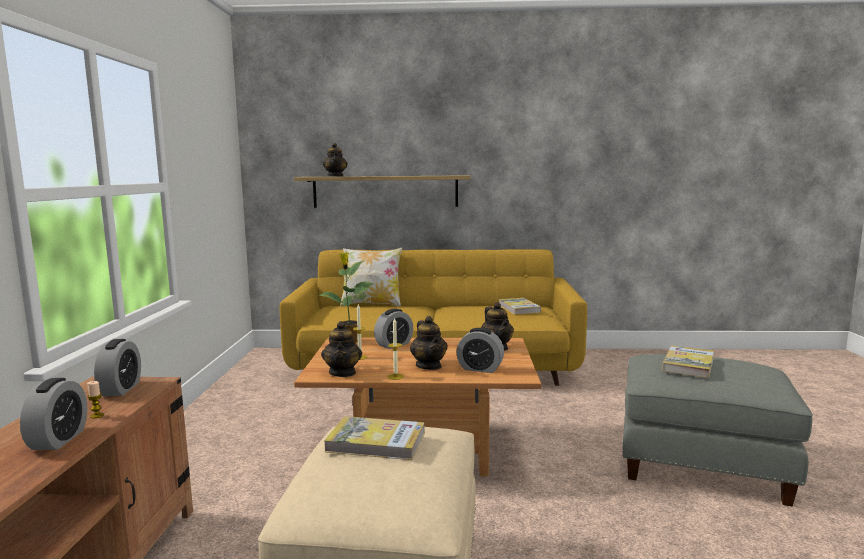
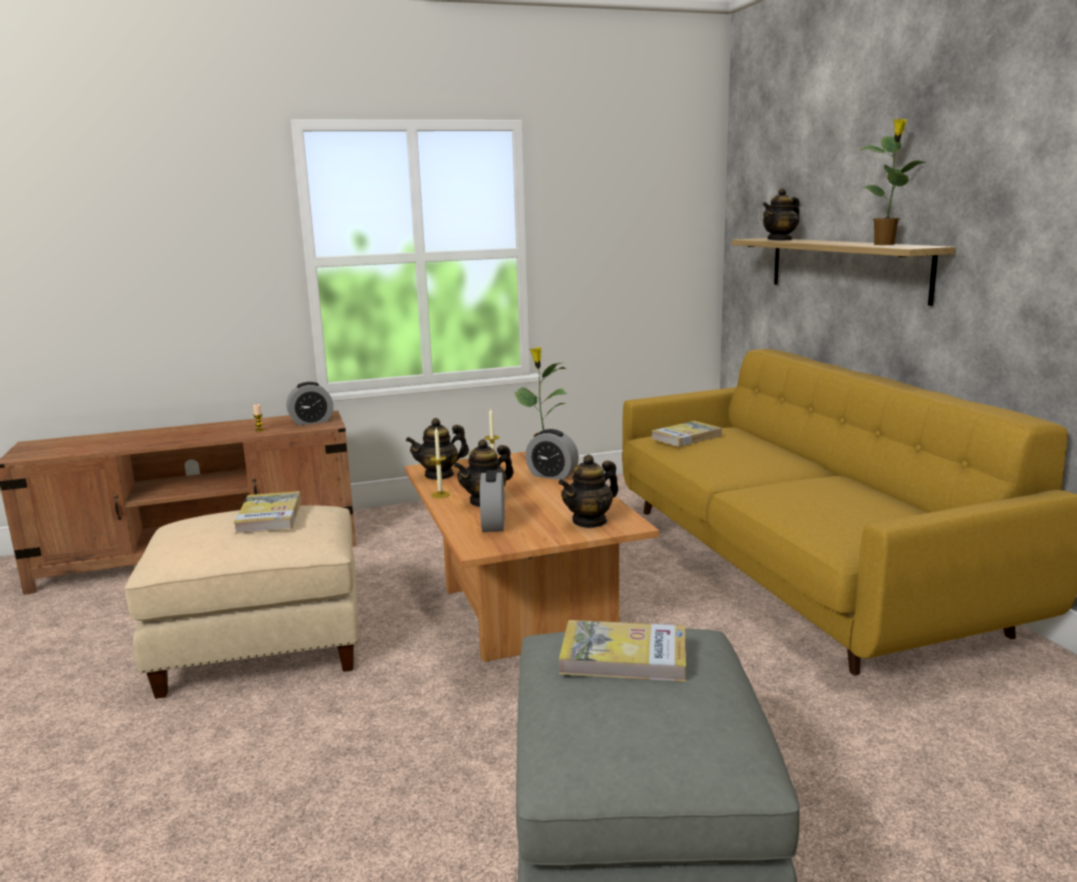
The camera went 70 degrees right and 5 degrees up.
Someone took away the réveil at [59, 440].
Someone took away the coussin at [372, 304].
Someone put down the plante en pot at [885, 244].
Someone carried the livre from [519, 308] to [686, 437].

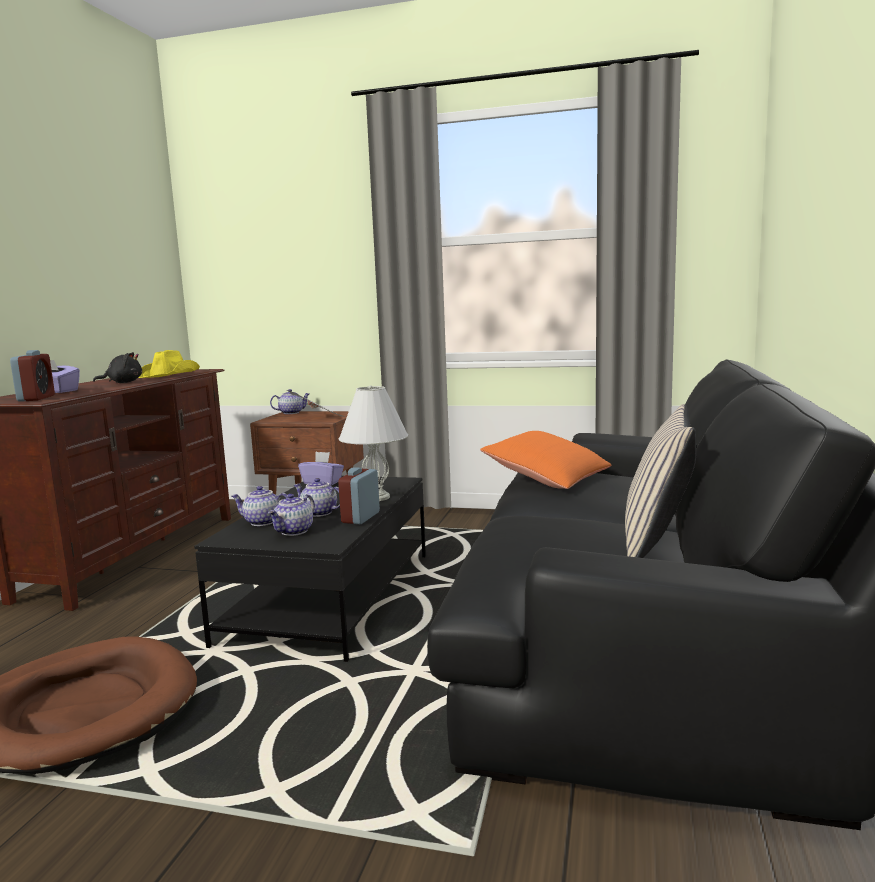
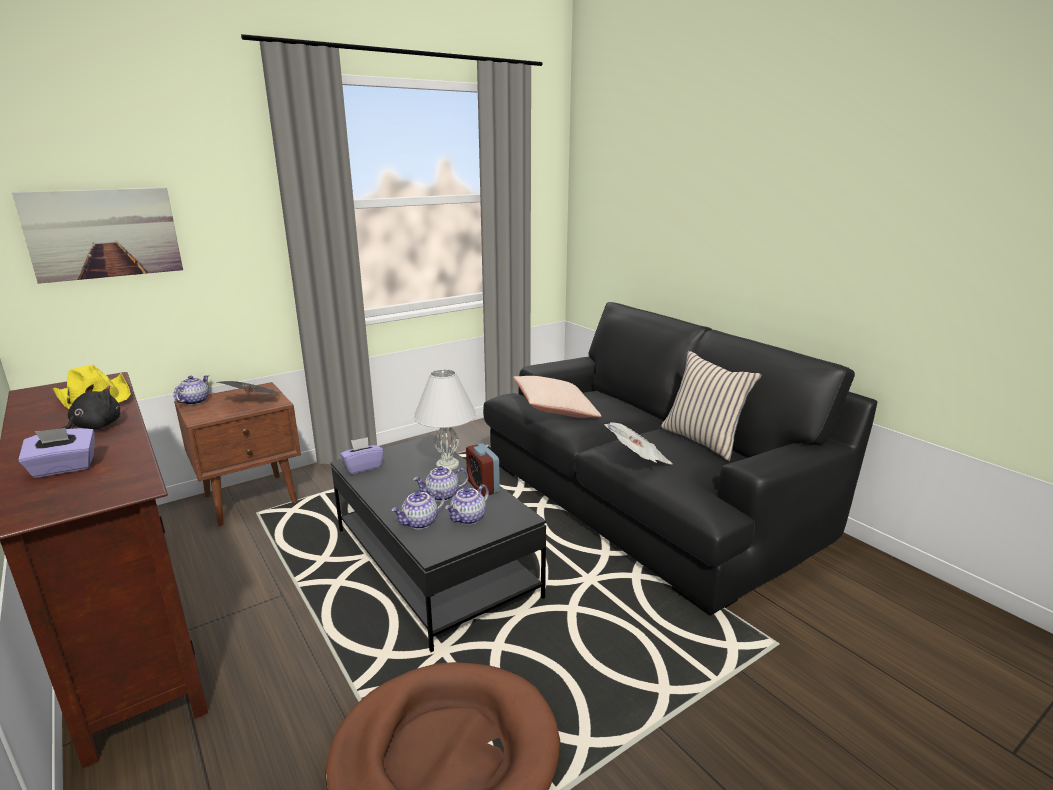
The camera went 50 degrees left and 10 degrees up.
Someone took away the réveil at [36, 398].
Someone put up the tableau at [103, 233].
Someone put down the journal at [637, 460].
Someone repainted the coussin [orange] at [547, 477], which became the coussin [beige] at [555, 410].
Someone rotated the théière at [294, 531] by 60 degrees clockwise.

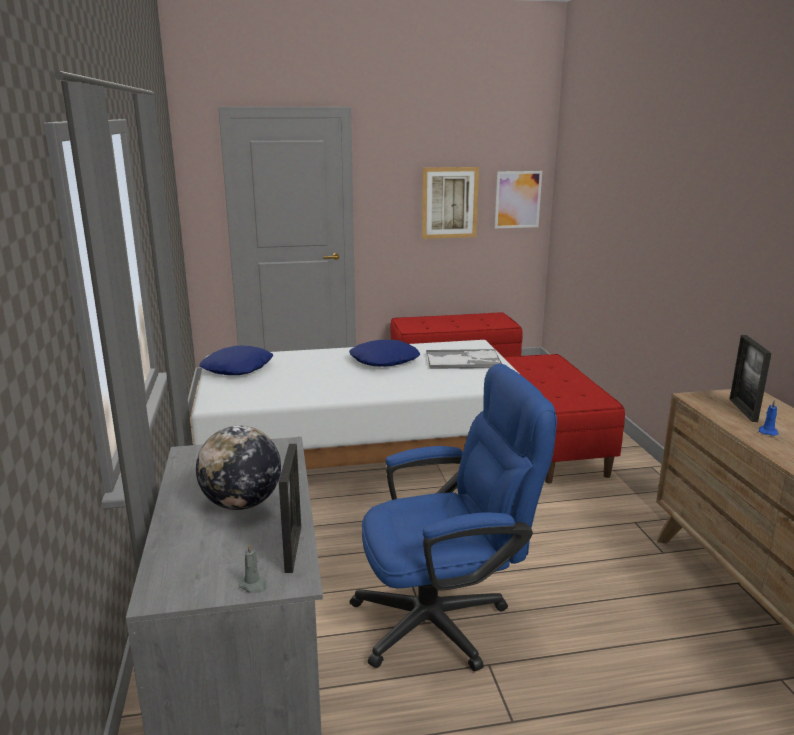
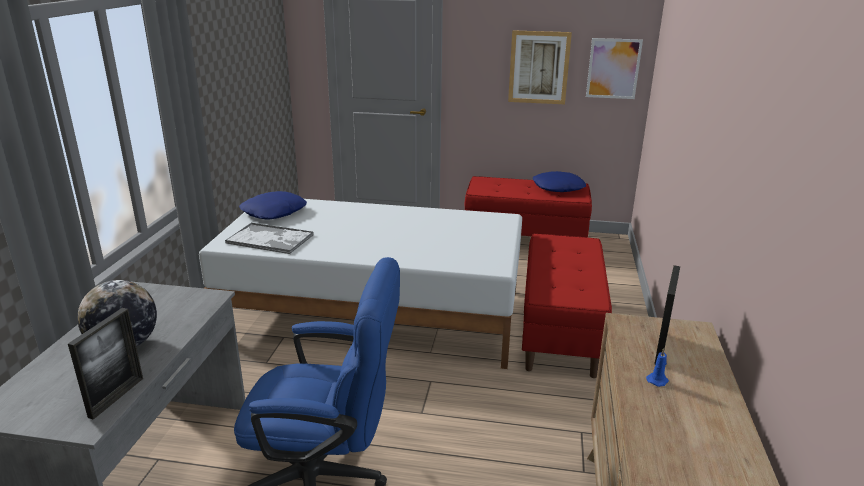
The camera went 20 degrees right and 5 degrees up.
Someone took away the bougie [gris] at [253, 585].
Someone carried the coussin [bleu] from [384, 360] to [558, 187].
Someone carried the plateau from [464, 360] to [270, 239].

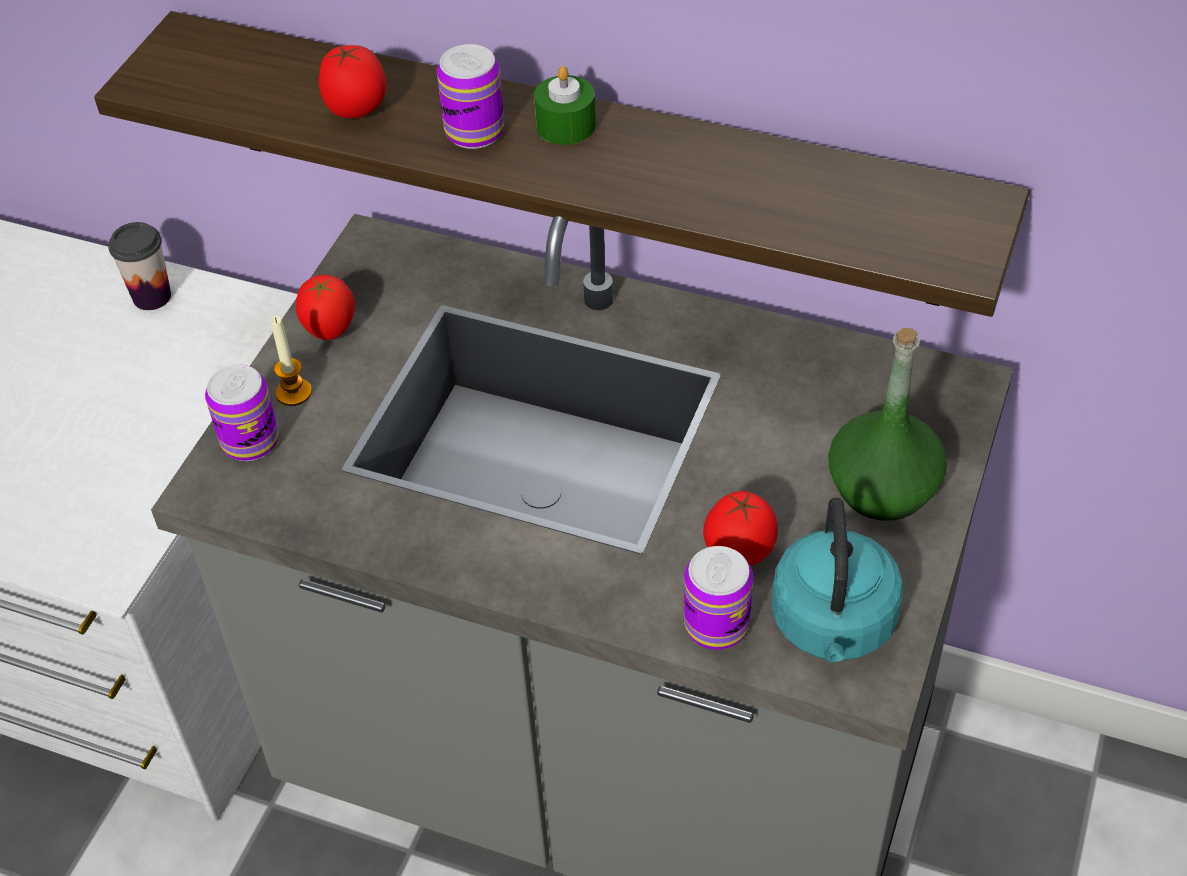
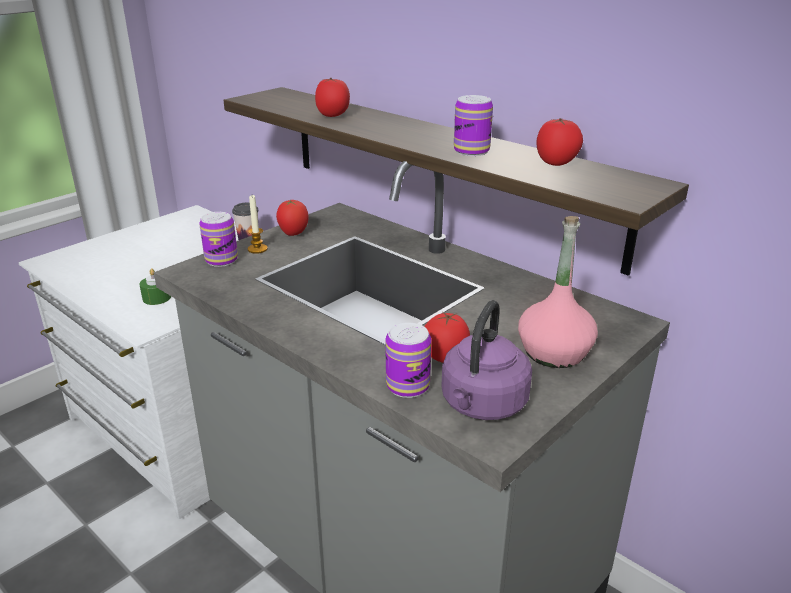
The camera went 20 degrees right and 20 degrees down.
Someone put down the tomate at [556, 163].
Someone carried the boîte métallique from [474, 132] to [471, 151].
Someone carried the bougie [vert] from [566, 125] to [156, 298].
Someone repainted the bouilloire [turquoise] at [833, 626], which became the bouilloire [violet] at [482, 405].
Someone repainted the bouteille [vert] at [882, 488], which became the bouteille [rose] at [553, 352].

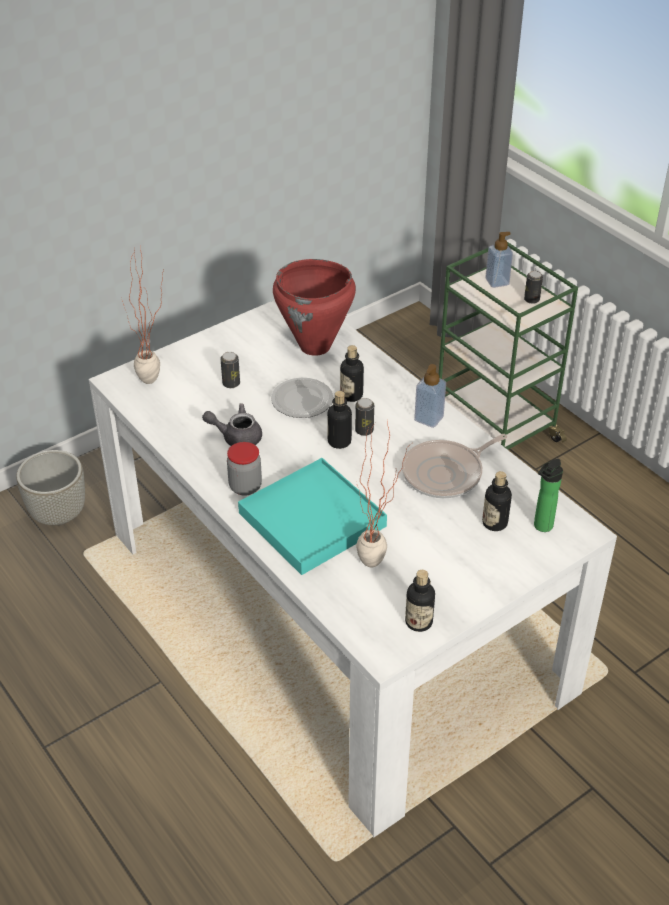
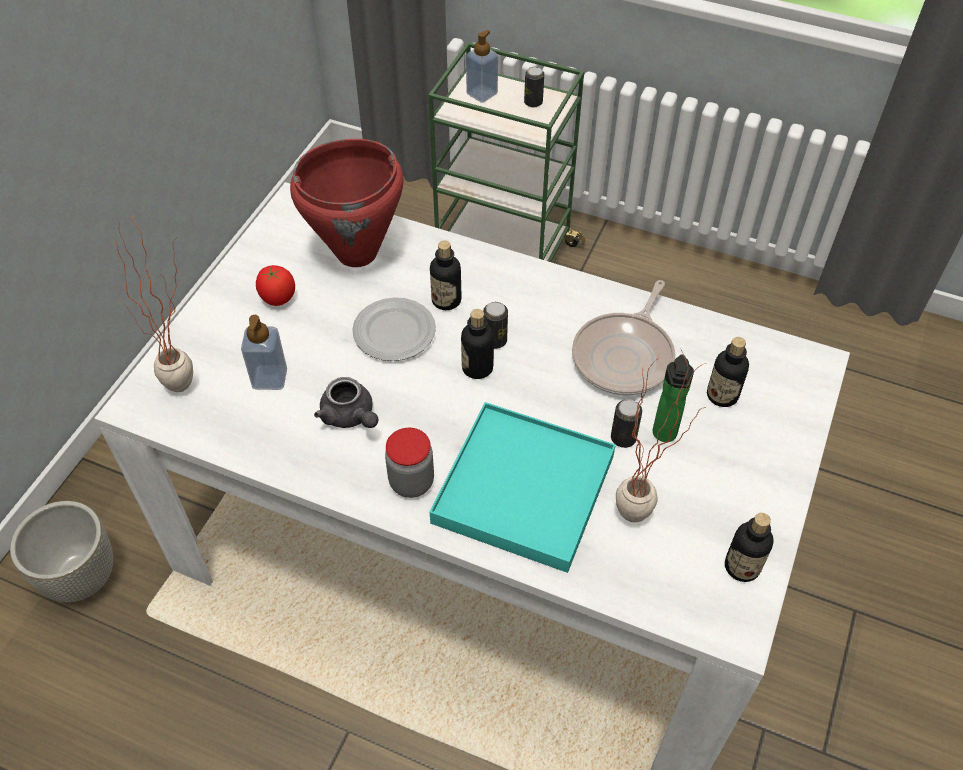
The camera went 30 degrees left and 10 degrees up.
Someone put down the tomate at [277, 298].
Someone carried the boîte métallique from [231, 383] to [623, 438].
Someone carried the distributeur de savon from [428, 418] to [269, 378].
Someone carried the bouteille from [541, 527] to [664, 436].
Someone rotated the théière [gris] at [236, 437] by 105 degrees counterclockwise.

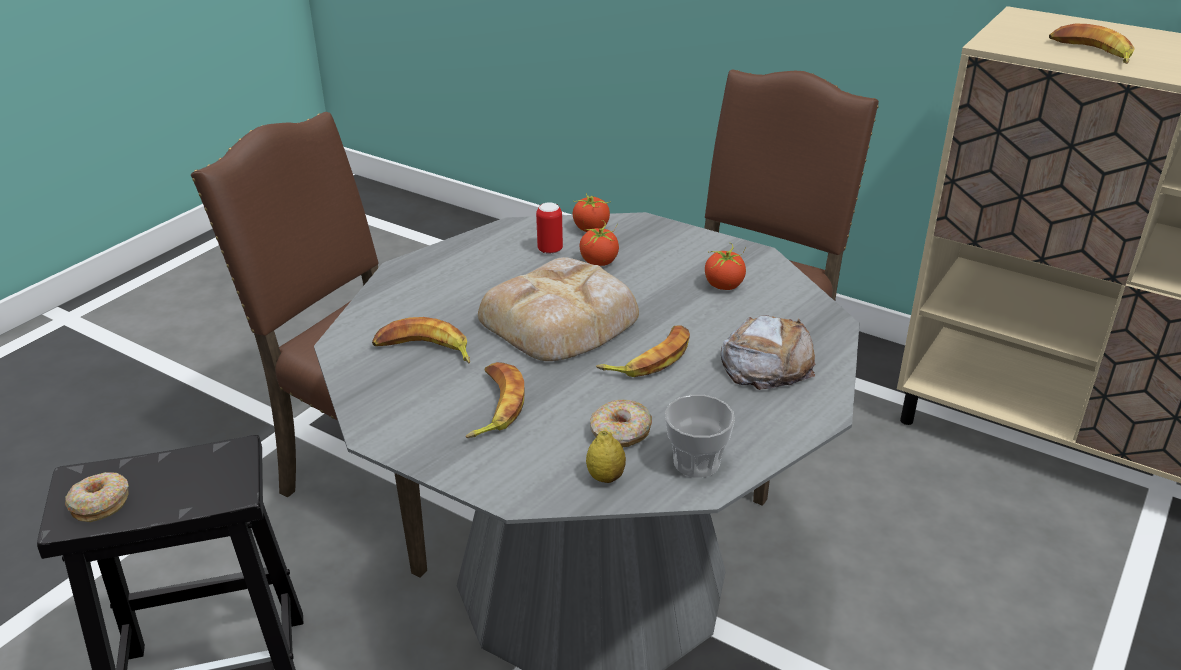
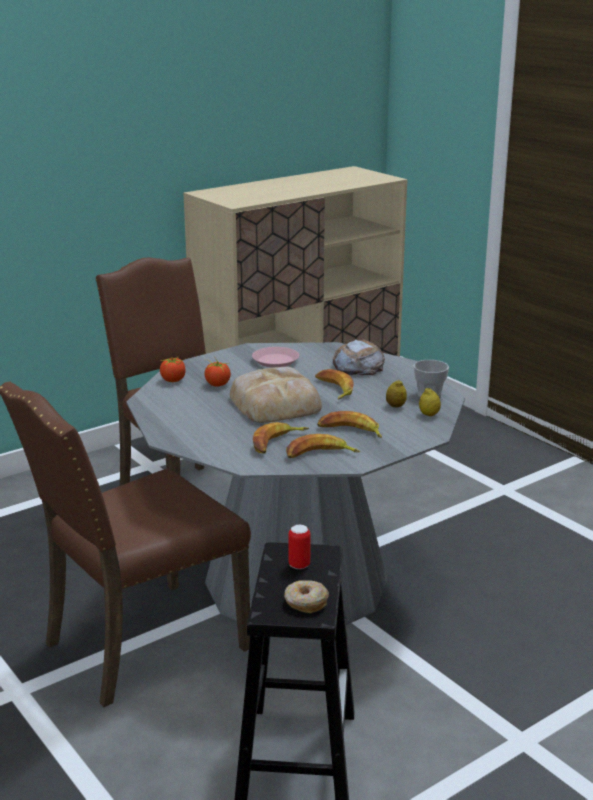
The camera went 70 degrees left and 10 degrees down.
Someone carried the boîte métallique from [550, 250] to [299, 565].
Someone carried the banane from [1091, 52] to [320, 454].
Someone swapped the beignet at [620, 433] for the citron at [395, 406].
Someone swapped the tomate at [724, 285] for the assiette [rose] at [275, 361].

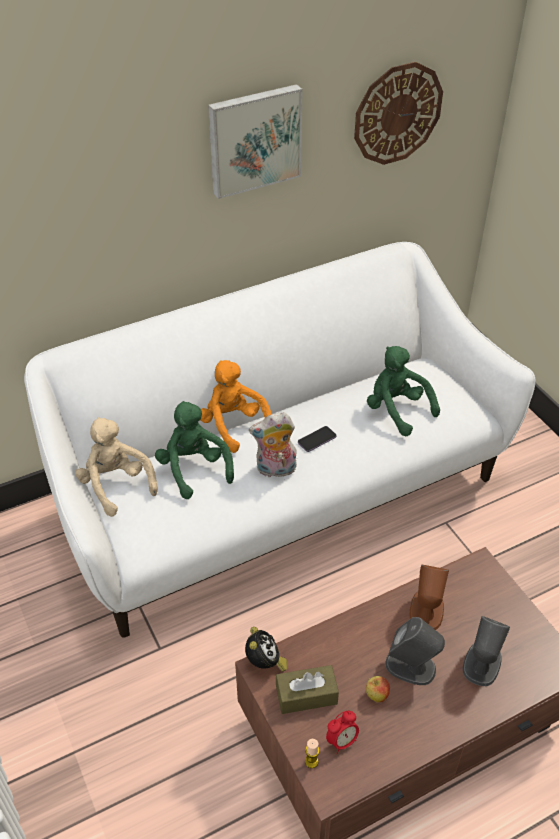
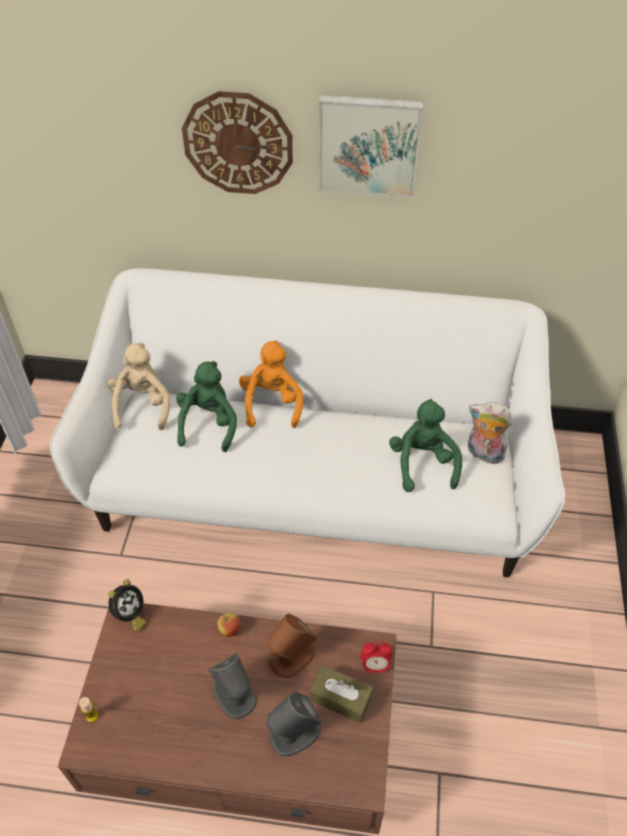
The camera went 35 degrees right and 5 degrees up.
Someone took away the téléphone at [317, 440].
Someone carried the peluche from [275, 470] to [483, 454].
Someone carried the boîte à mouchoirs [marron] from [306, 695] to [341, 698].
Someone carried the réveil from [342, 741] to [375, 666].
Someone carried the horloge murale from [397, 114] to [238, 143].
Someone carried the pomme from [376, 695] to [229, 630].

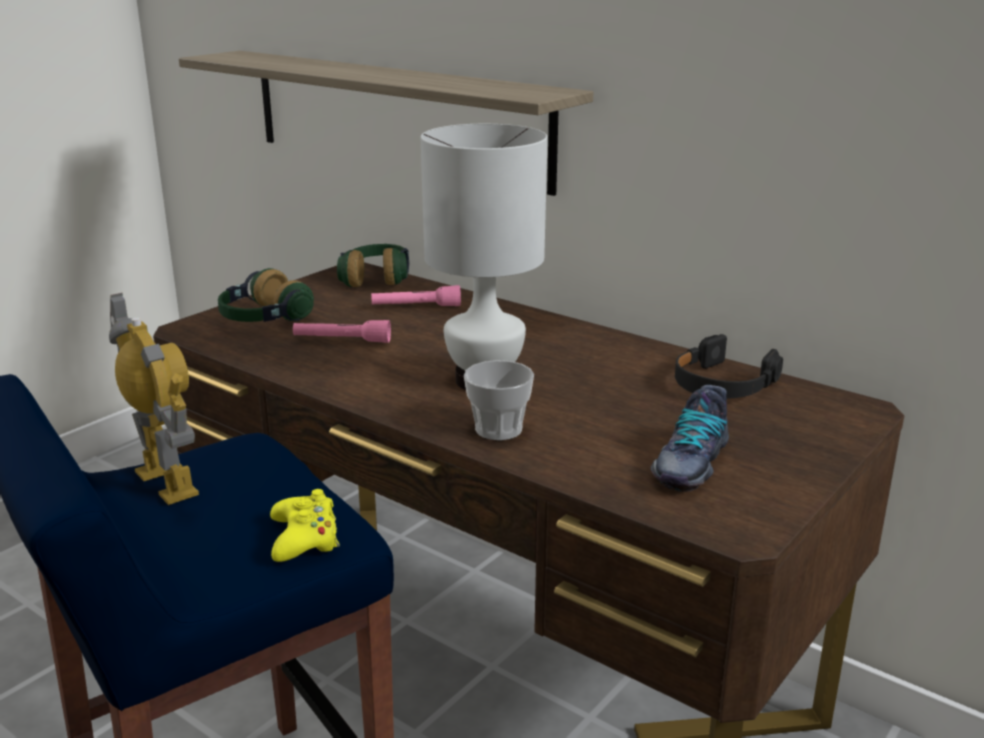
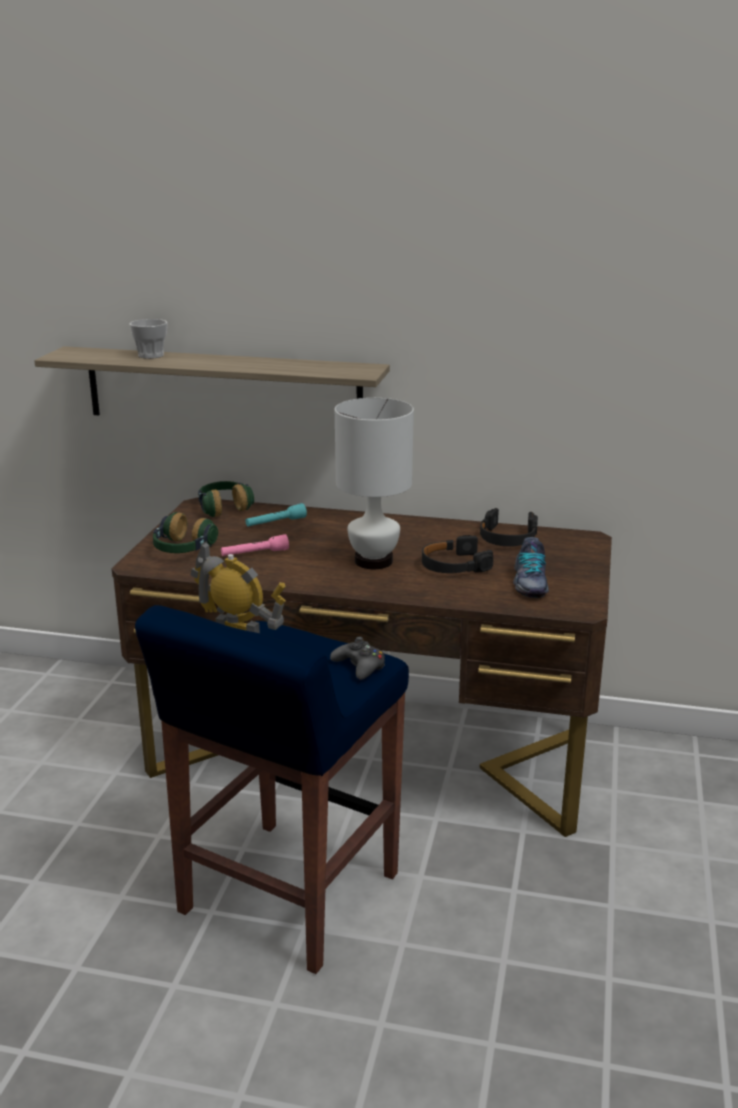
The camera went 25 degrees left and 0 degrees up.
Someone put down the casque audio [noir] at [454, 565].
Someone carried the tasse from [498, 429] to [151, 355].
Someone repainted the manette [jaune] at [305, 538], which became the manette [noir] at [359, 666].
Someone repainted the lampe de poche [rose] at [416, 307], which became the lampe de poche [turquoise] at [275, 523].

